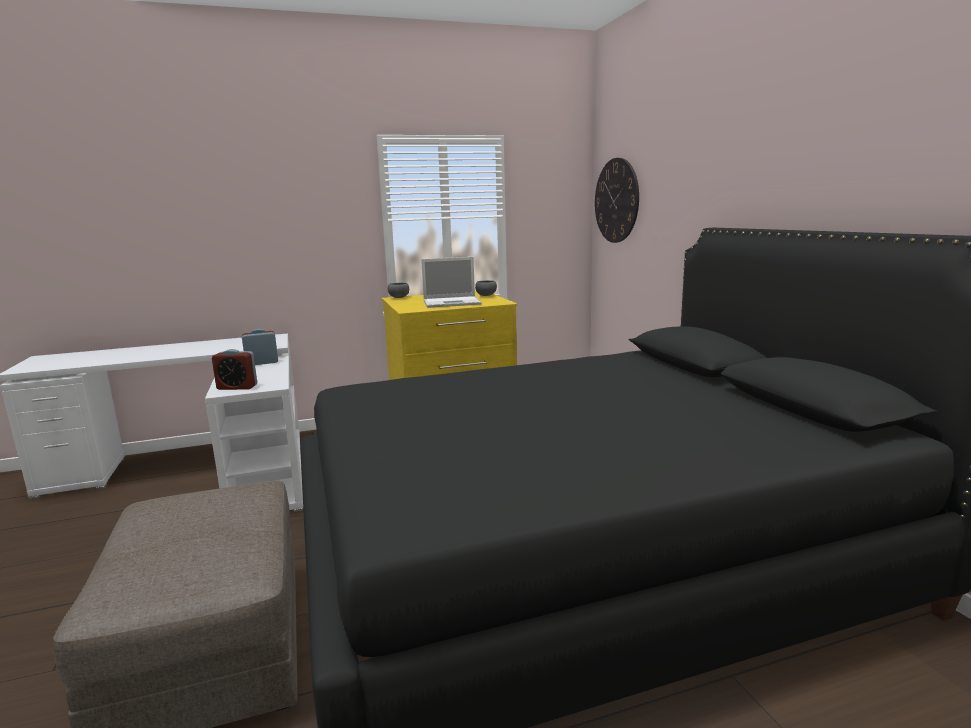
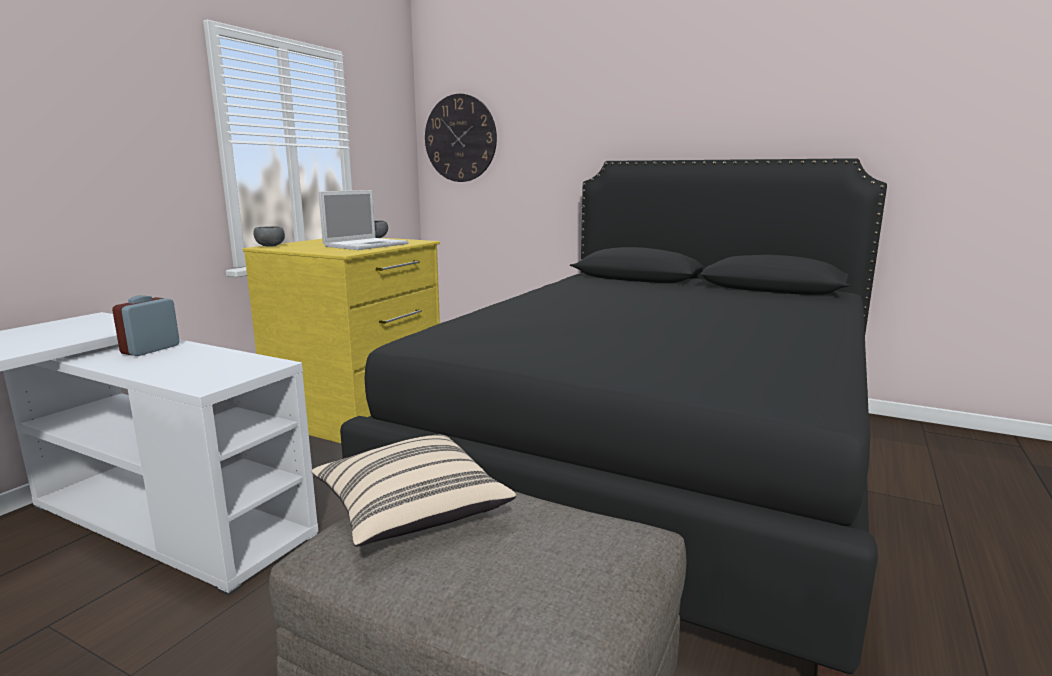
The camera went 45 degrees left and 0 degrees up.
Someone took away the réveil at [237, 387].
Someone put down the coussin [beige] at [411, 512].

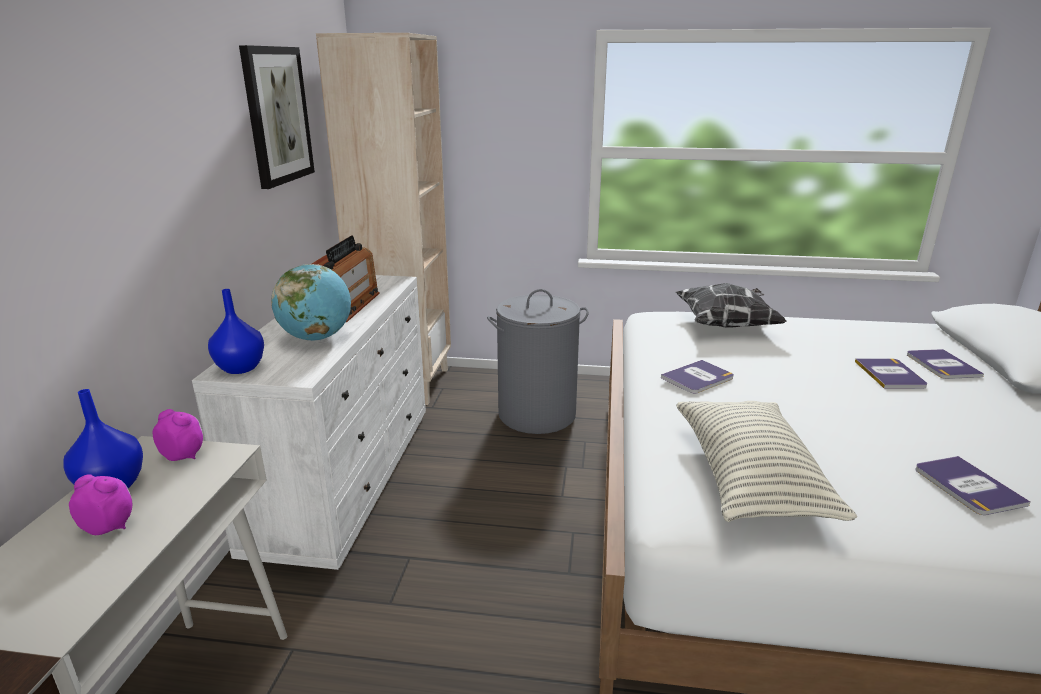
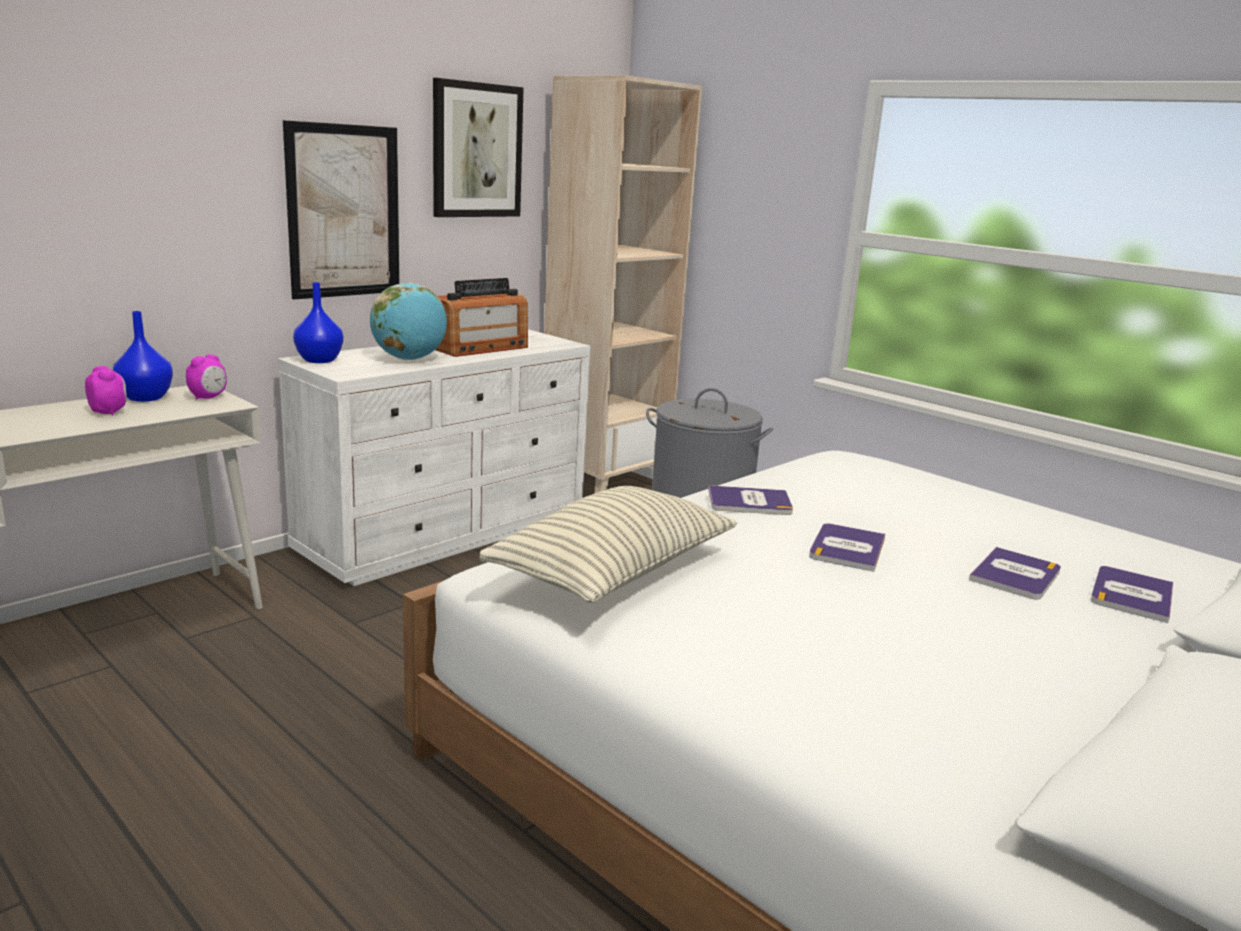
The camera went 35 degrees right and 5 degrees down.
Someone took away the coussin at [726, 325].
Someone put up the tableau at [344, 211].
Someone carried the livre from [967, 486] to [847, 548].
Someone rotated the réveil at [184, 455] by 60 degrees clockwise.

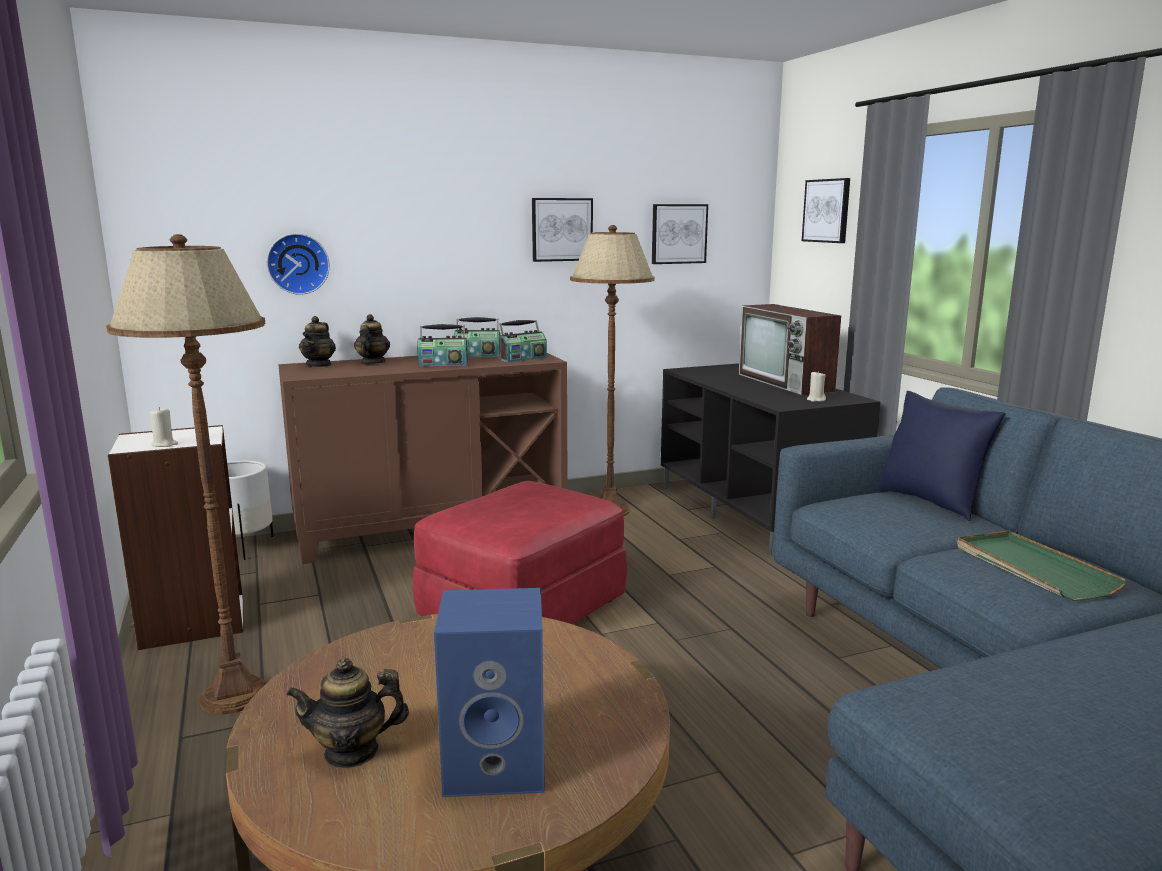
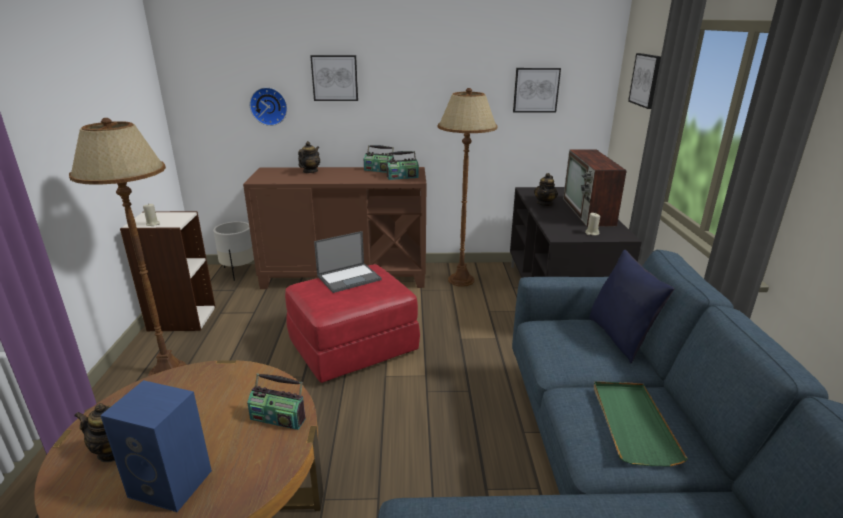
The camera went 20 degrees right and 10 degrees up.
Someone put down the ordinateur portable at [349, 277].
Someone carried the théière from [319, 365] to [545, 204].
Someone carried the radio from [443, 364] to [278, 418].
Someone carried the tableau from [561, 229] to [335, 78].

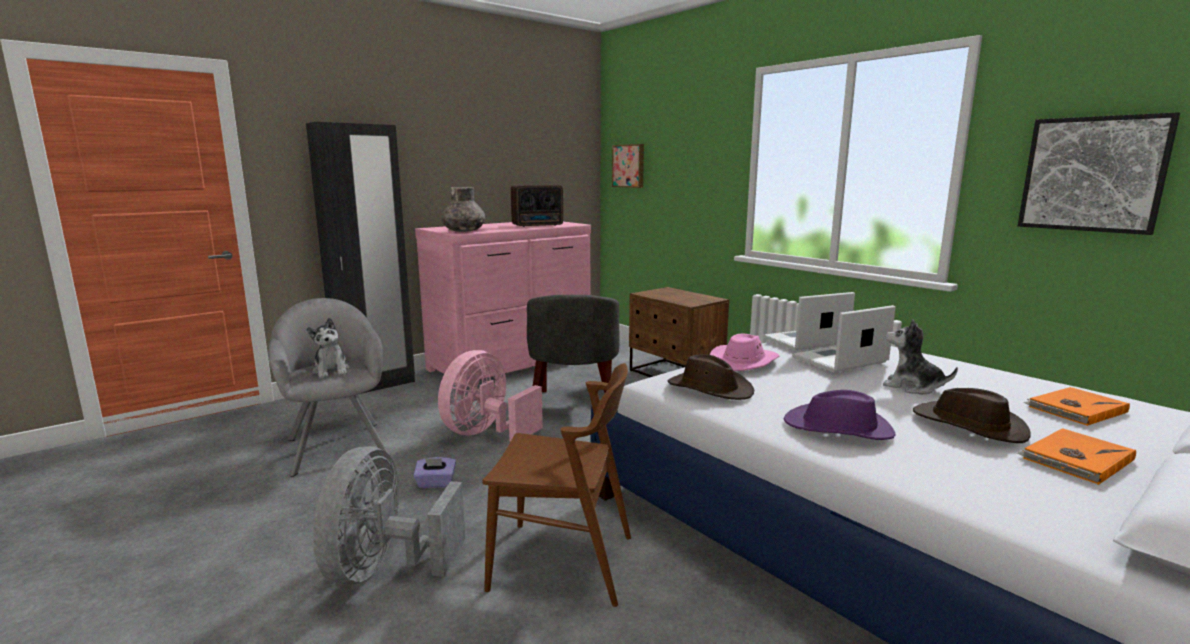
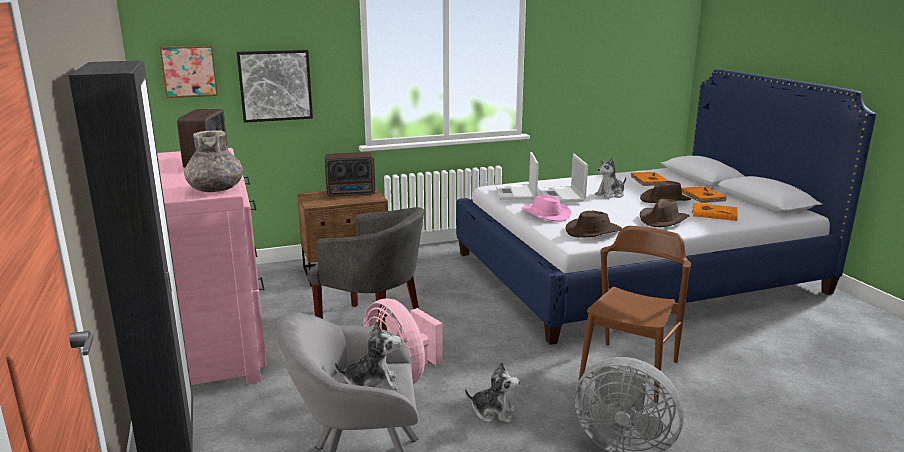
The camera went 70 degrees left and 5 degrees up.
Someone put down the radio at [352, 193].
Someone put down the livre [orange] at [714, 214].
Someone carried the tableau from [1092, 174] to [275, 85].
Someone swapped the boîte à mouchoirs [violet] at [436, 483] for the peluche at [493, 412].
Someone repainted the chapeau [violet] at [838, 428], which became the chapeau [marron] at [663, 220].

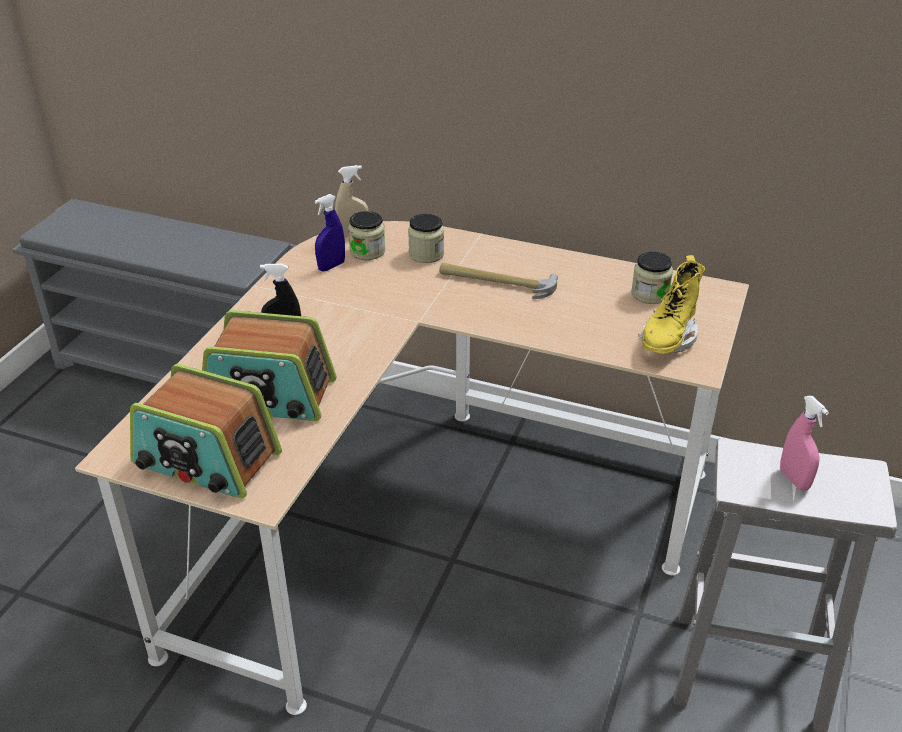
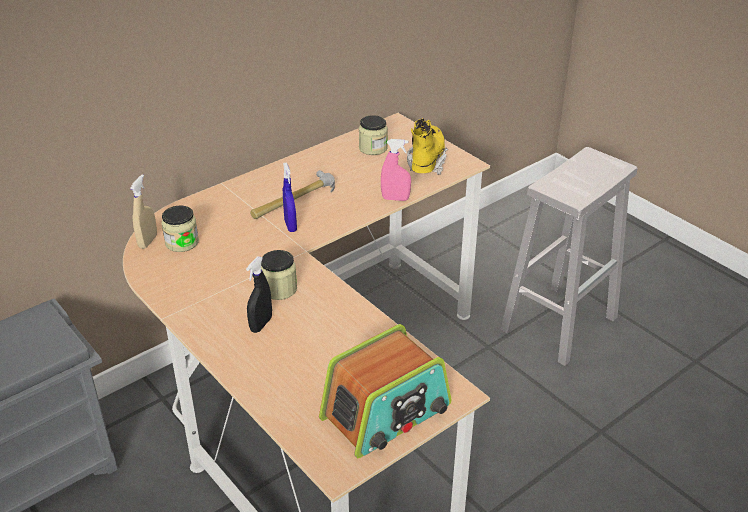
The camera went 60 degrees left and 0 degrees up.
Someone took away the radio at [269, 395].
Someone carried the vaporisateur [bleu] from [331, 266] to [290, 226].
Someone carried the bocal from [426, 254] to [279, 289].
Someone carried the vaporisateur [rose] from [794, 479] to [395, 199].
Someone rotated the botte [jaune] at [668, 339] by 135 degrees counterclockwise.

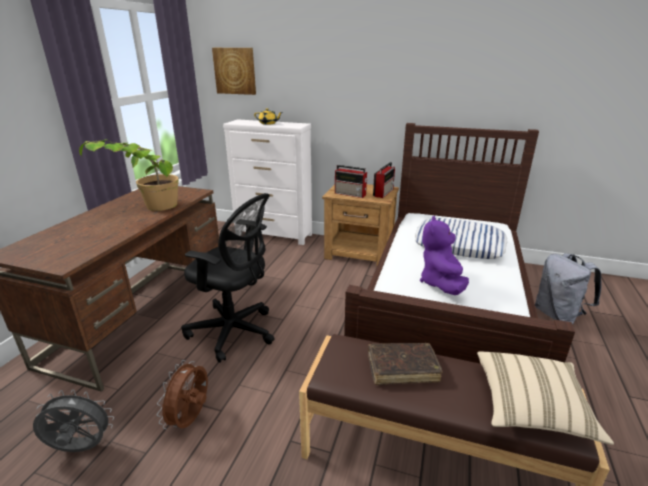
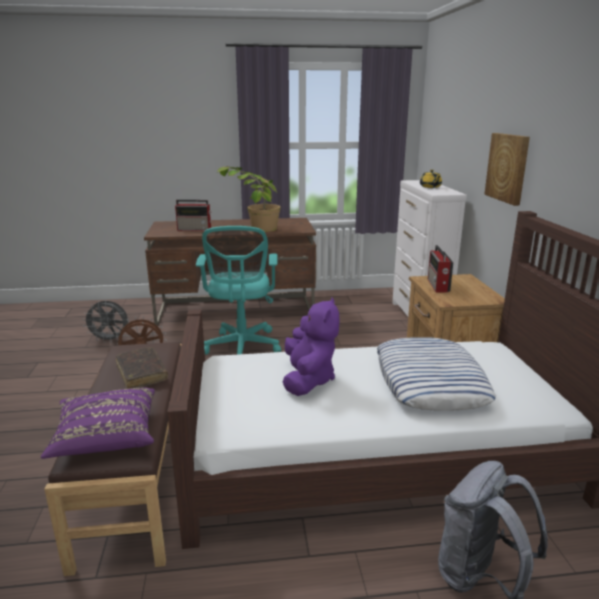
The camera went 65 degrees right and 5 degrees down.
Someone carried the tableau from [235, 71] to [508, 168].
Someone carried the radio from [384, 192] to [195, 229].
Someone repainted the chaise de bureau [noir] at [235, 332], which became the chaise de bureau [turquoise] at [242, 348].
Someone repainted the coussin [beige] at [531, 407], which became the coussin [violet] at [106, 437].
Someone rotated the ventilateur [gris] at [80, 449] by 120 degrees clockwise.
Someone rotated the peluche [violet] at [441, 283] by 105 degrees clockwise.

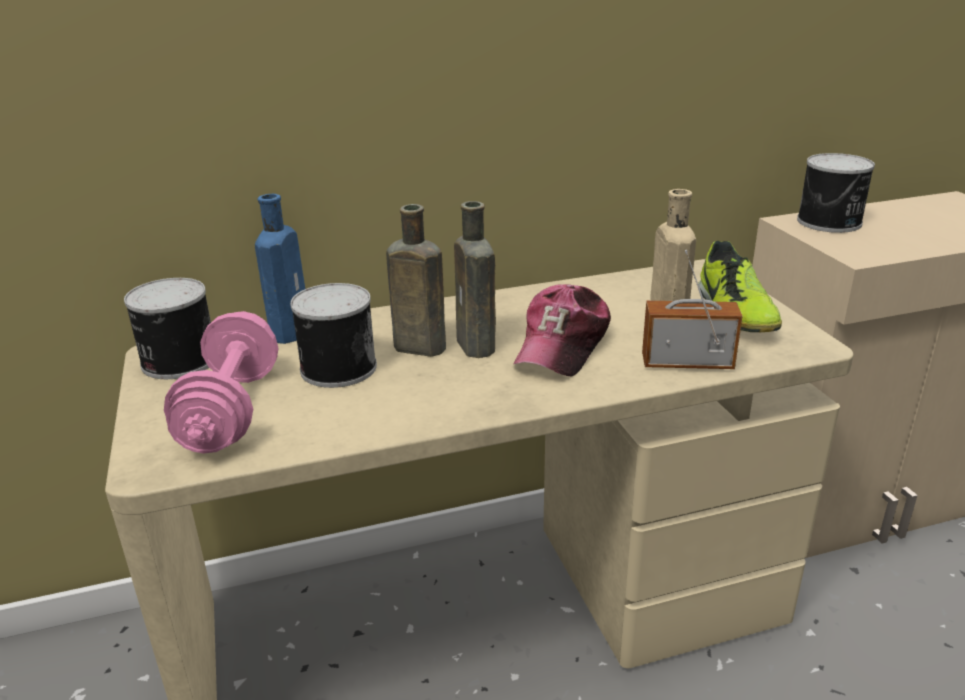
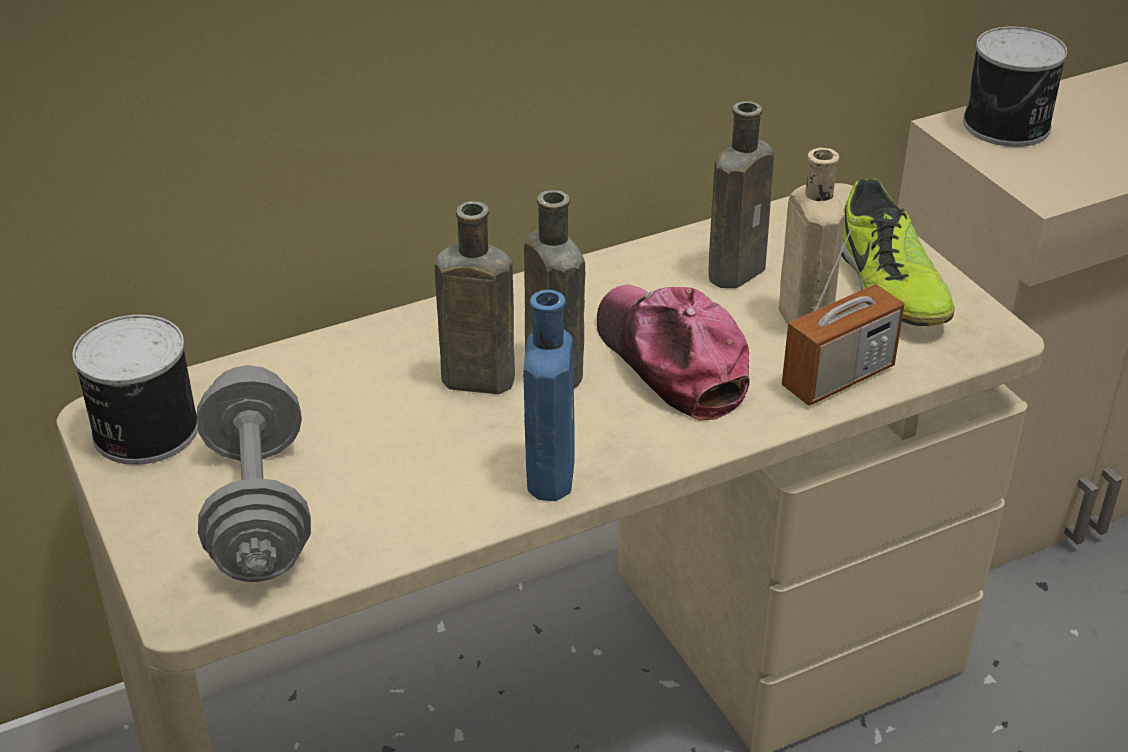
The camera went 10 degrees left and 10 degrees up.
Someone took away the boîte métallique at [336, 368].
Someone put down the bouteille [marron] at [739, 269].
Someone carried the bouteille [bleu] from [291, 330] to [550, 470].
Someone repainted the haltère [rose] at [231, 410], which became the haltère [gris] at [258, 508].
Someone rotated the casquette at [562, 345] by 135 degrees clockwise.
Someone rotated the radio at [687, 363] by 150 degrees clockwise.

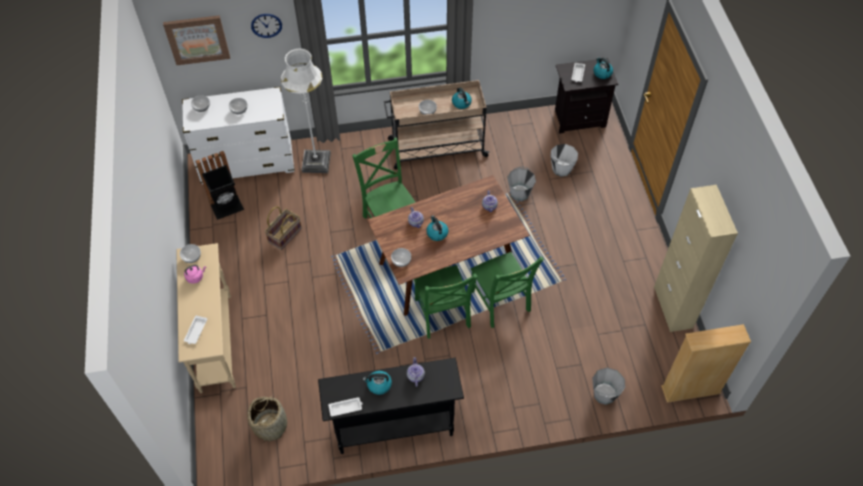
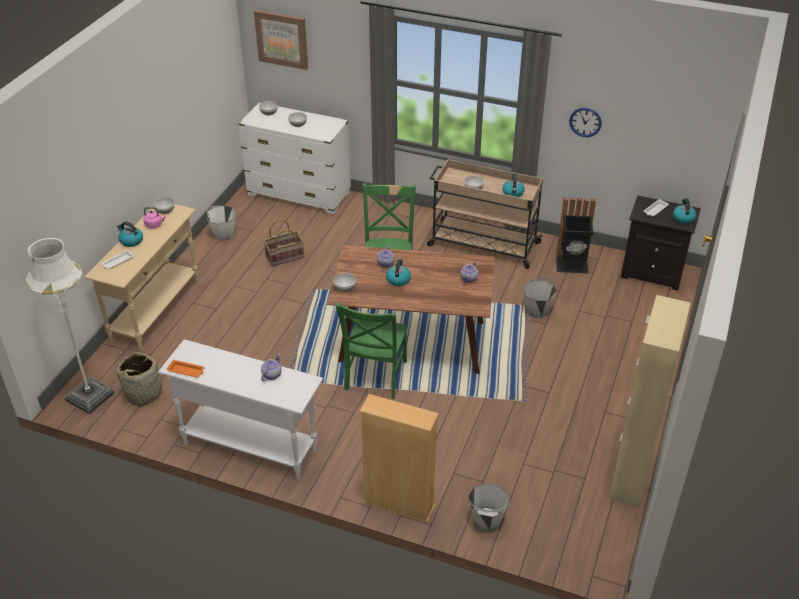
The camera went 30 degrees right and 15 degrees down.
Someone took away the chaise [vert] at [501, 303].
Someone carried the poubelle [noir] from [227, 207] to [572, 265].
Someone carried the horloge murale from [266, 25] to [585, 122].
Someone carried the lampadaire [blanc] from [316, 162] to [90, 397].
Someone carried the bouilloire from [379, 385] to [131, 241].
Someone carried the seau [blanc] from [561, 169] to [223, 234].
Someone carried the bibliothèque [beige] from [690, 390] to [399, 504].
Someone repainted the table console [noir] at [394, 427], which became the table console [blanc] at [250, 446].
Someone repainted the plateau [blanc] at [346, 408], which became the plateau [orange] at [186, 371].

